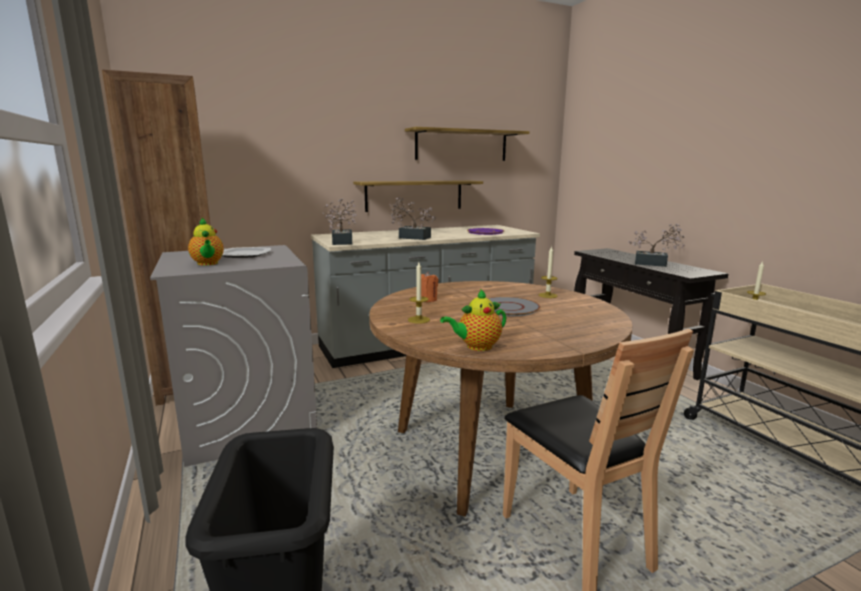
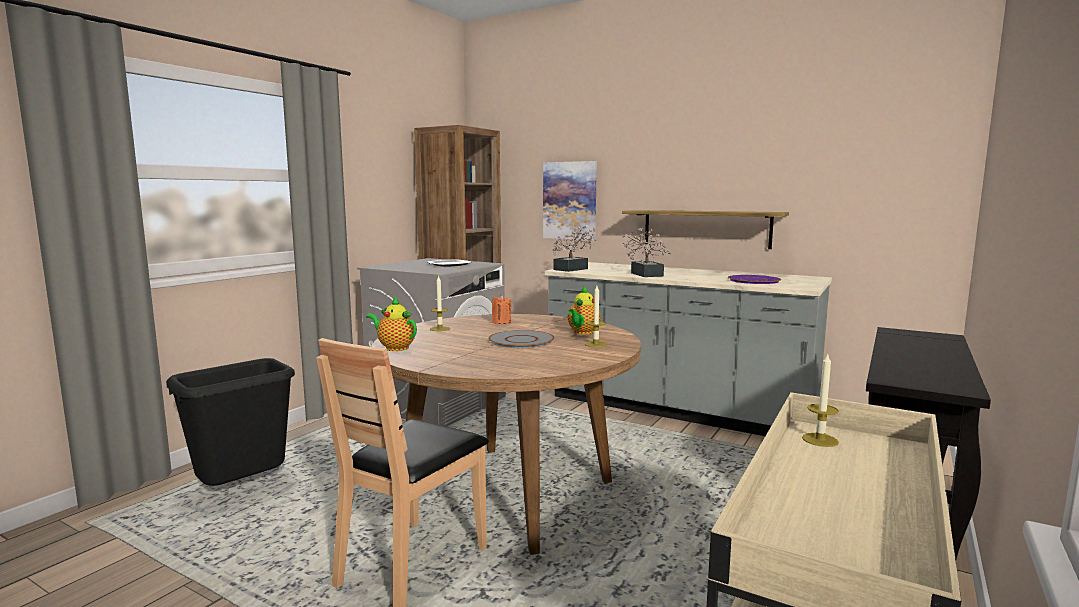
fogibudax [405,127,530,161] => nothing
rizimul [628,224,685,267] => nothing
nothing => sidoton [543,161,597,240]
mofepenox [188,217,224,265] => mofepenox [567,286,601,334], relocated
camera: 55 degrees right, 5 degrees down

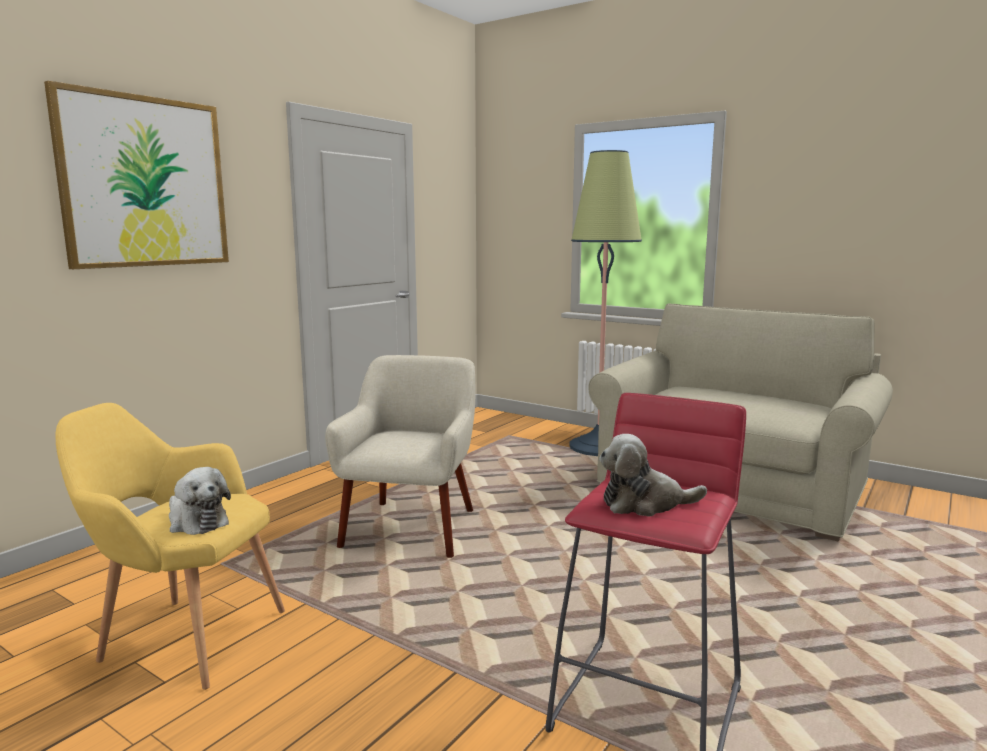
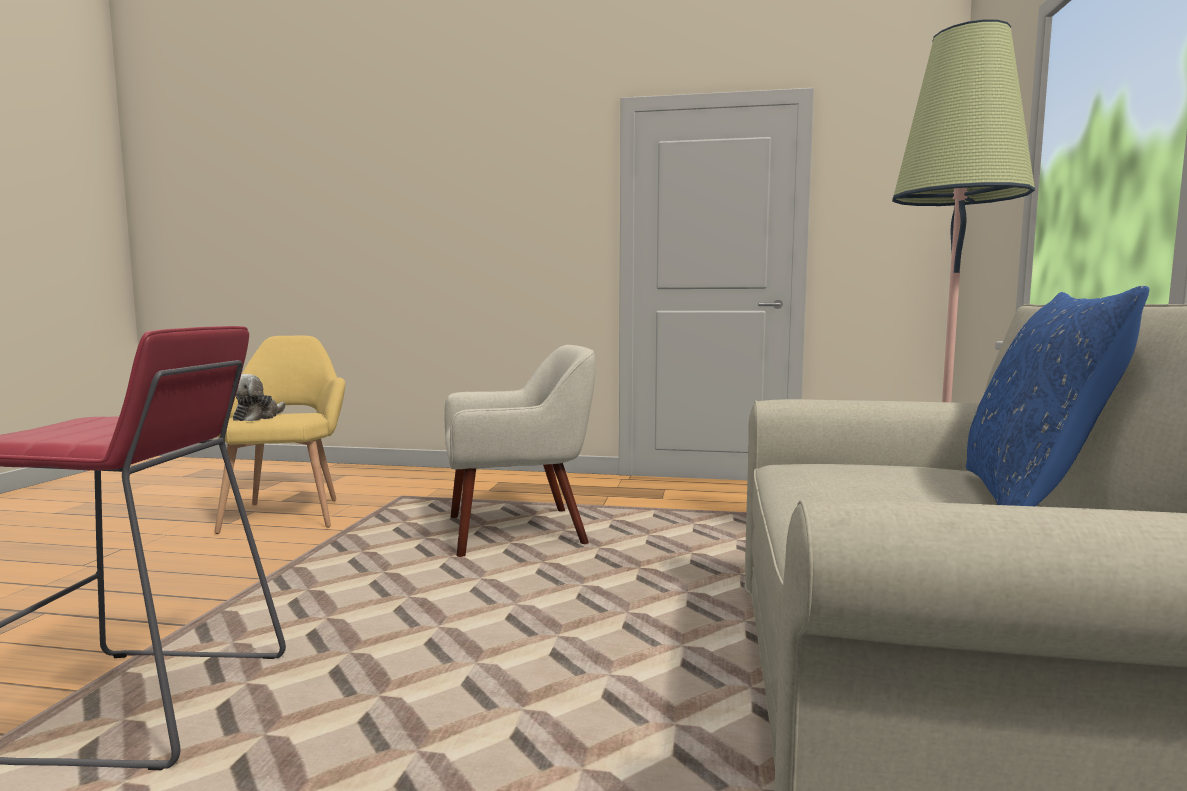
sidoton [44,81,229,269] => nothing
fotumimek [599,434,707,517] => nothing
nothing => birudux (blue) [966,286,1149,506]
camera: 65 degrees right, 5 degrees down

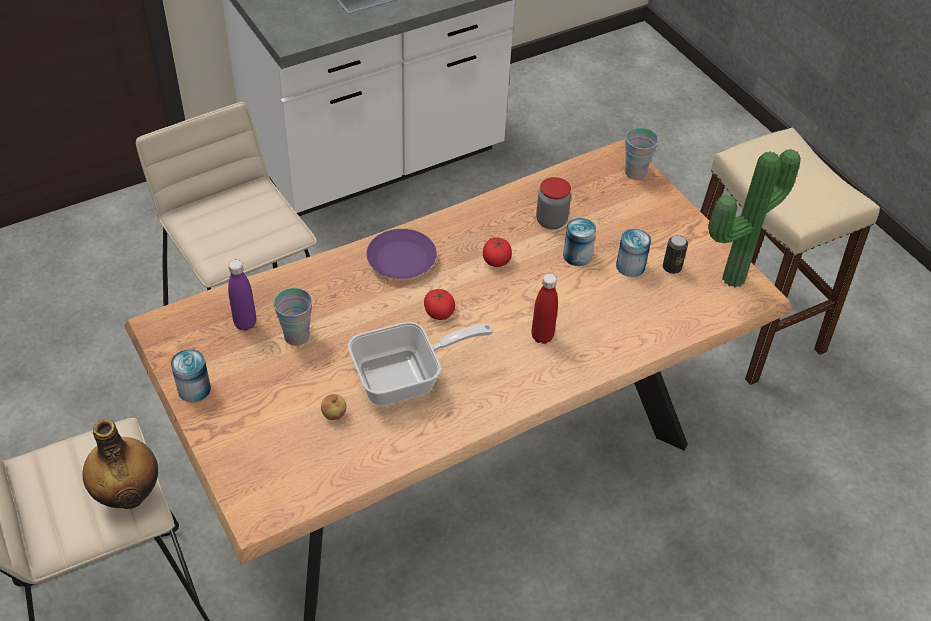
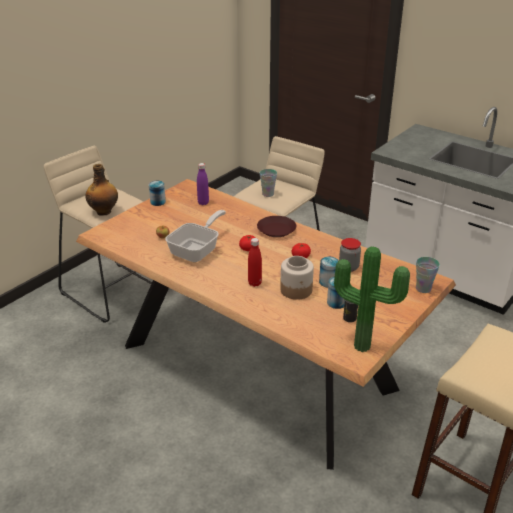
nothing => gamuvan [280,256,314,300]
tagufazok [274,288,312,346] => tagufazok [260,169,277,197], relocated
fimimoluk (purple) [366,229,437,279] => fimimoluk (brown) [257,216,296,237]
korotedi [348,322,493,406] => korotedi [165,210,226,262], 105 degrees counterclockwise
camera: 70 degrees right, 15 degrees down

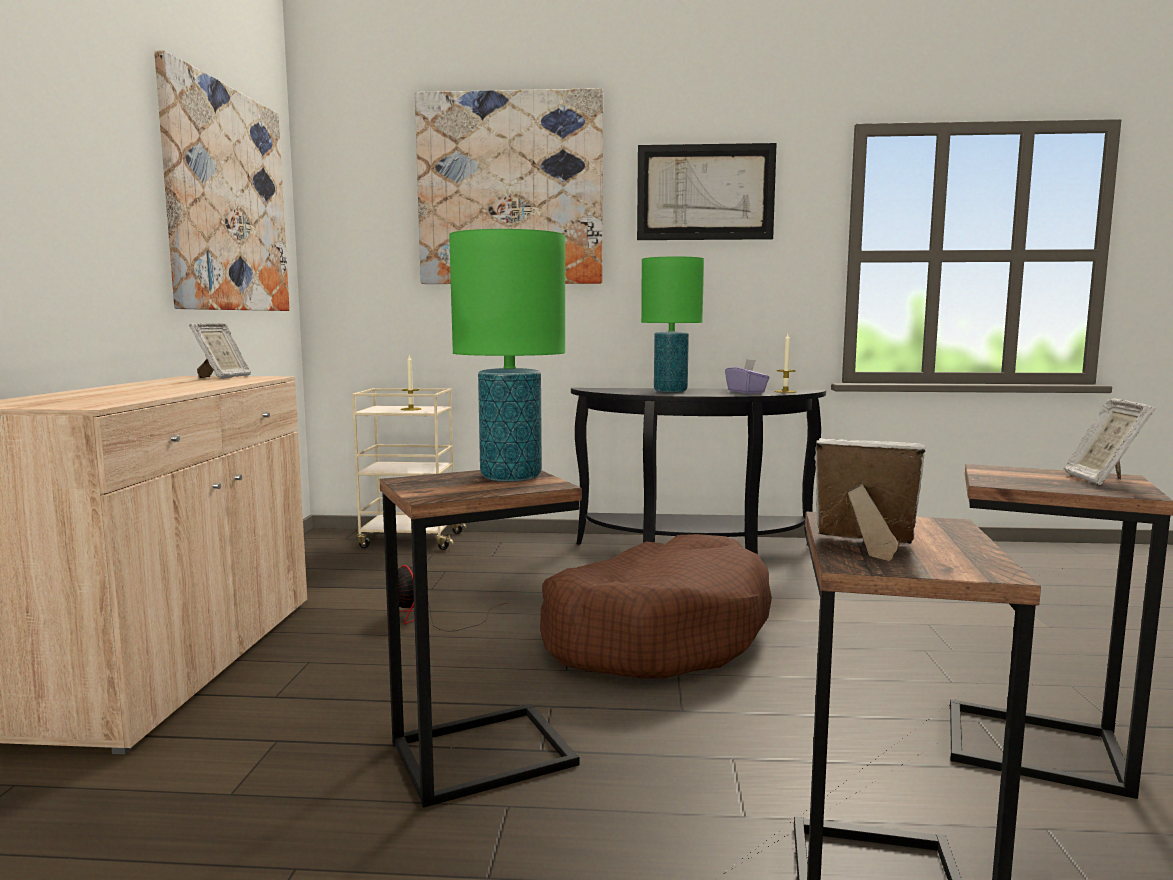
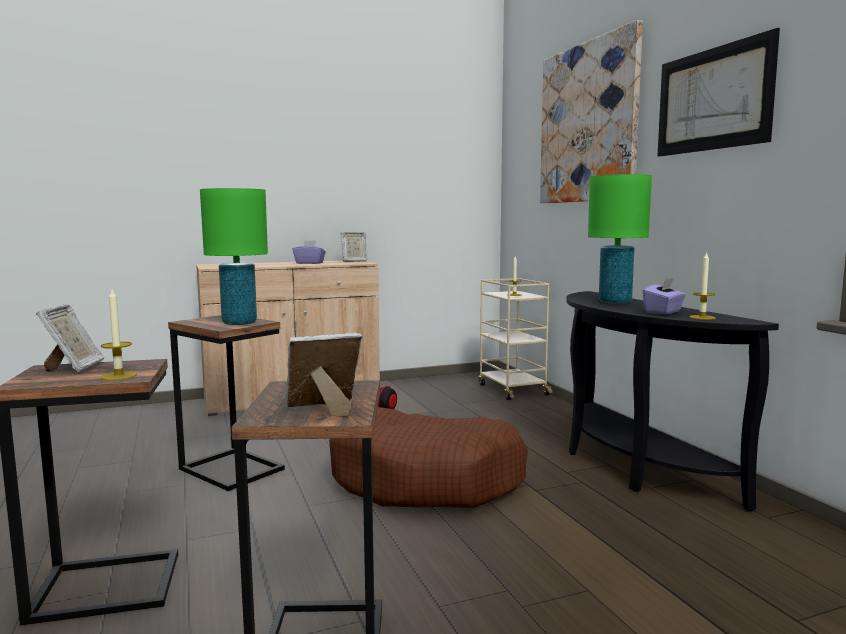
sidoton [154,50,290,311] => nothing
nothing => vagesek [101,289,137,380]
nothing => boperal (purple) [292,240,326,264]
camera: 65 degrees right, 0 degrees up

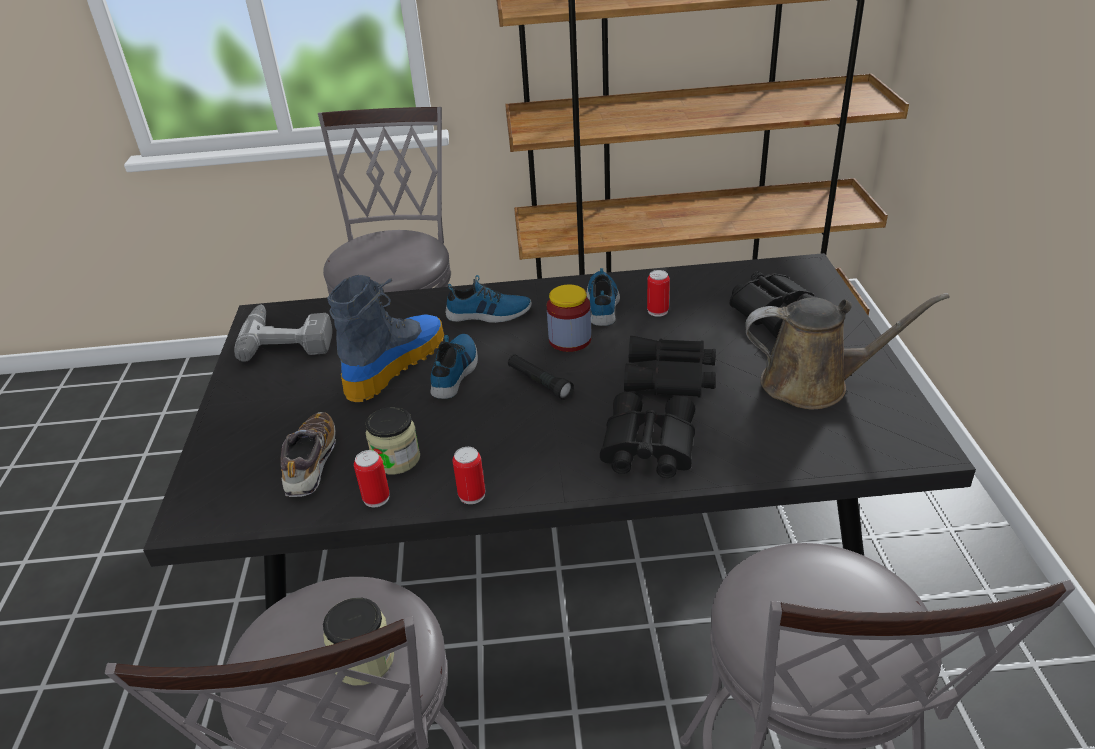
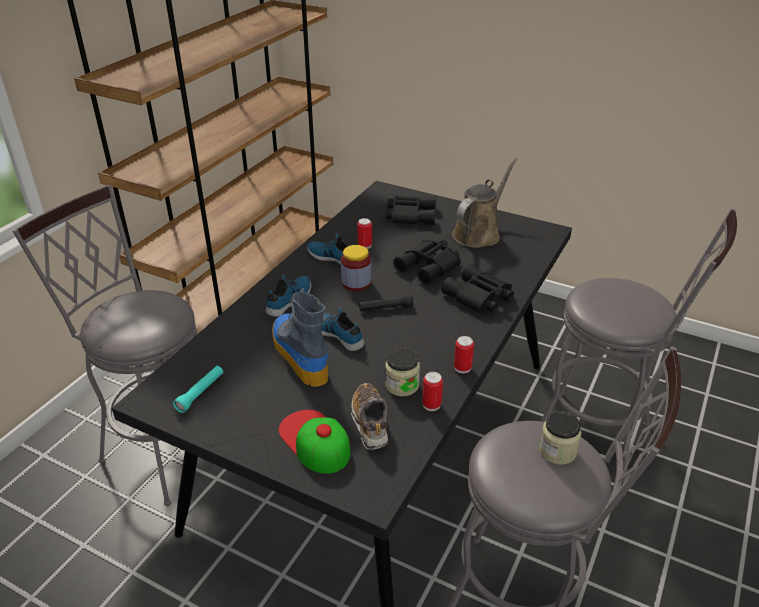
nothing => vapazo [279,410,350,474]
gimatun [234,305,332,362] => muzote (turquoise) [173,366,223,413]
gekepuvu [280,412,336,497] => gekepuvu [351,383,388,450], 45 degrees clockwise
camera: 60 degrees left, 0 degrees up

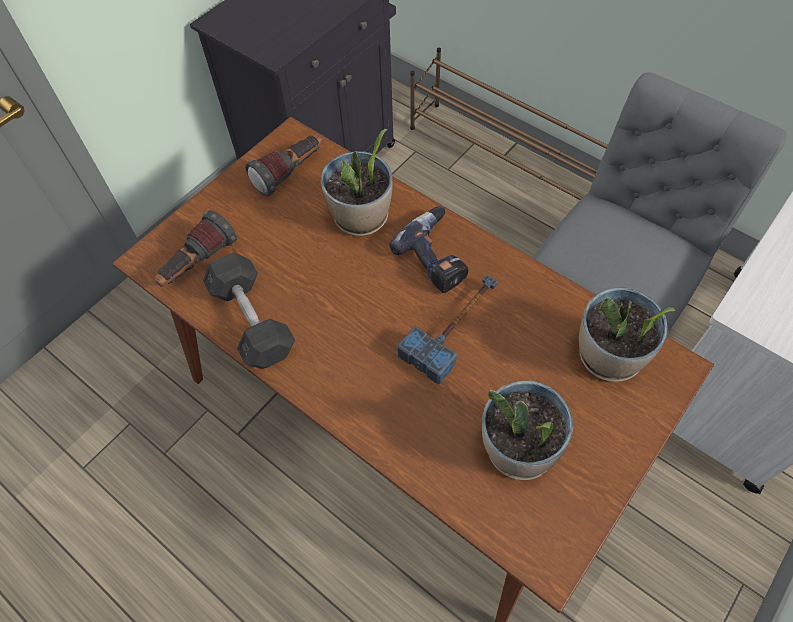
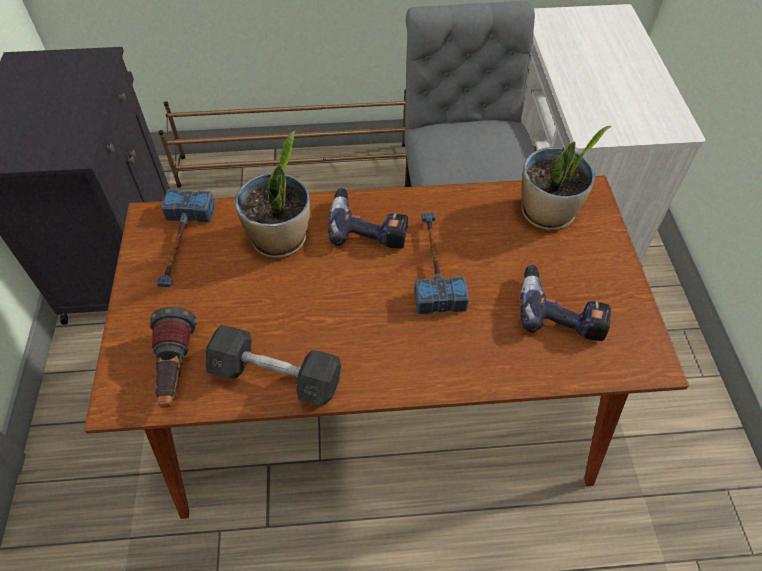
muzote [245,135,323,197] => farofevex [156,190,215,287]
rizimul [482,380,573,480] => gimatun [520,265,611,341]
camera: 45 degrees left, 5 degrees down

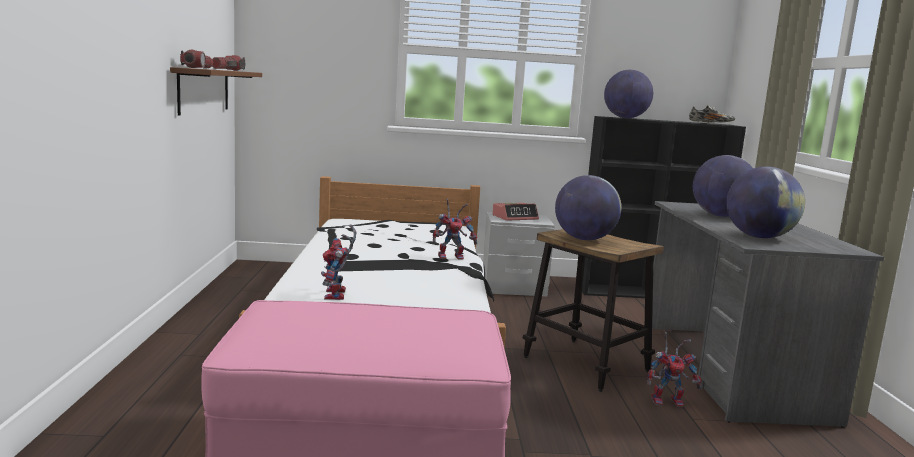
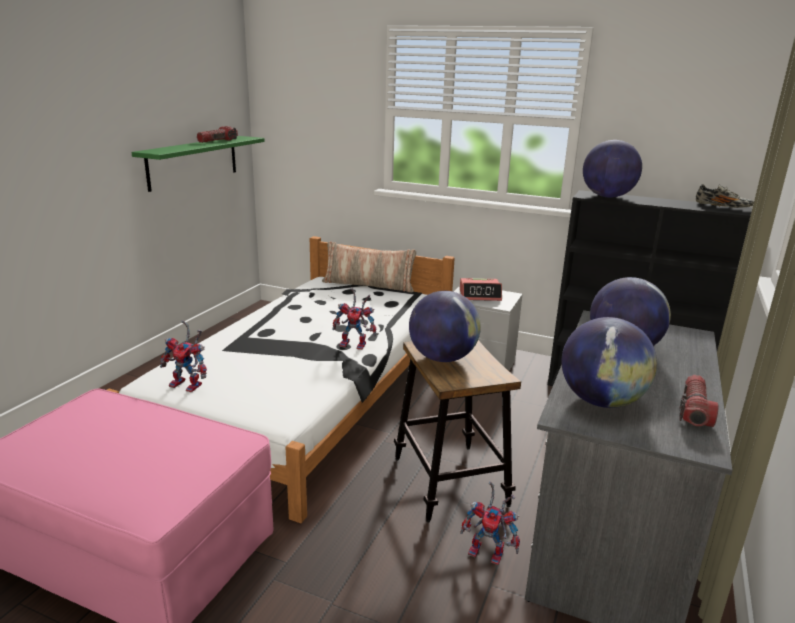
nothing => birudux [322,241,416,292]
muzote [180,50,213,68] => muzote [679,375,719,427], relocated
fogibudax (brown) [170,67,262,116] => fogibudax (green) [131,136,265,192]
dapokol [321,224,356,300] => dapokol [160,320,207,392], 90 degrees counterclockwise
camera: 25 degrees right, 10 degrees up

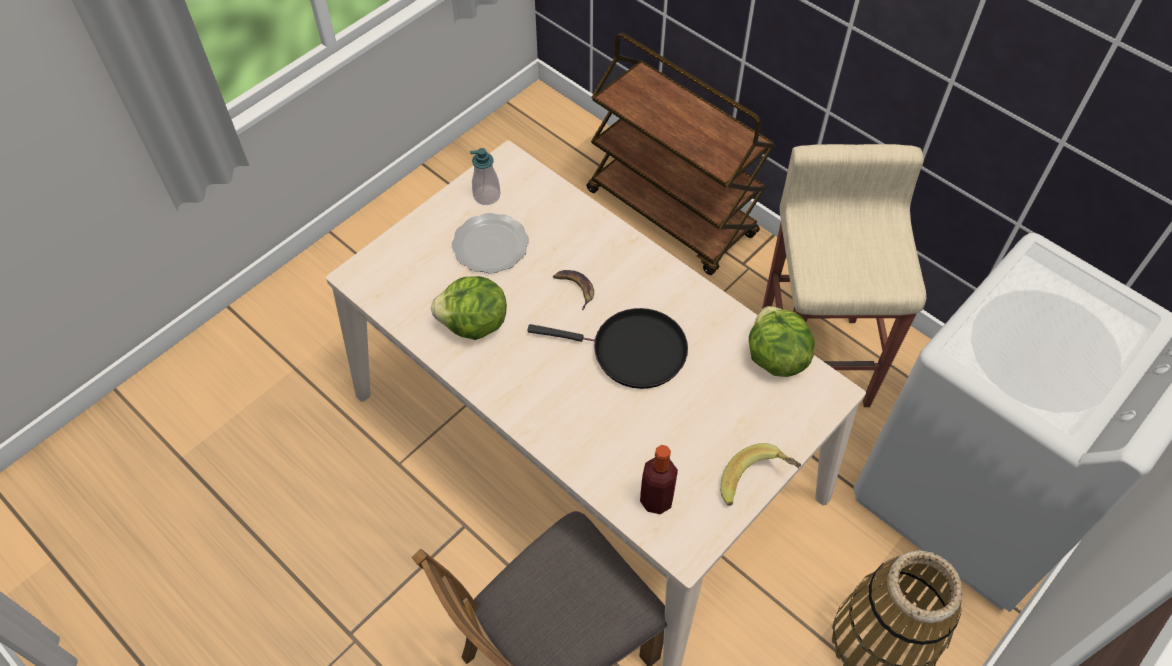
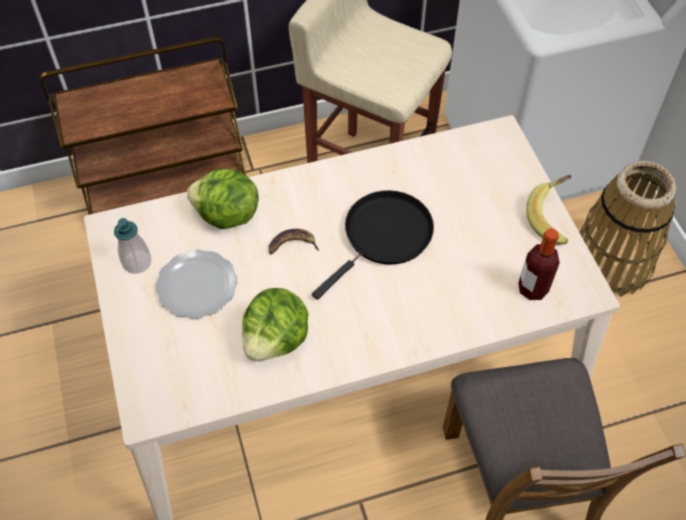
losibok [749,306,815,377] => losibok [187,168,259,229], relocated
camera: 60 degrees left, 0 degrees up

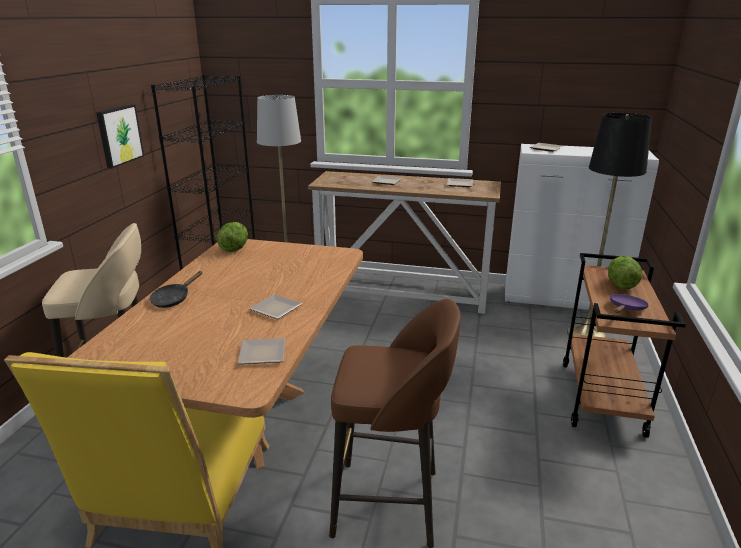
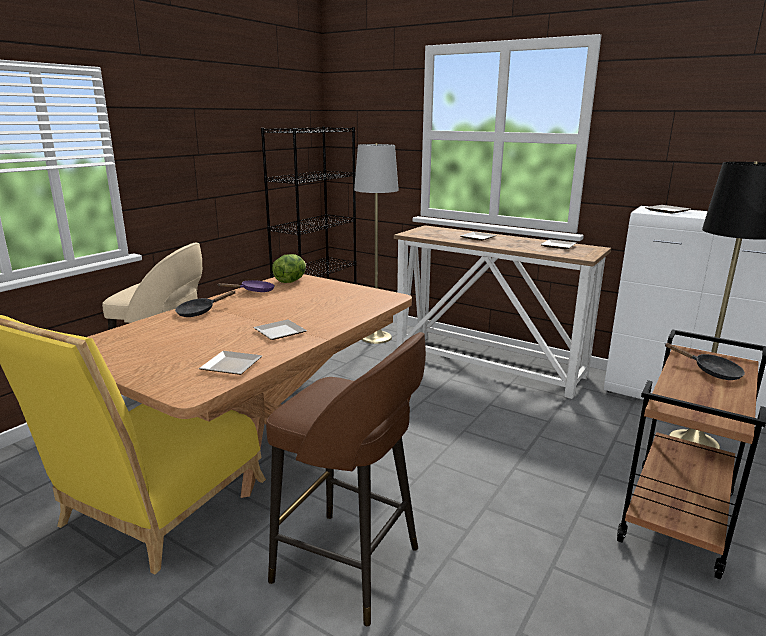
sidoton [96,104,144,169] => nothing
korotedi (purple) [610,294,649,313] => korotedi (purple) [218,280,275,292], relocated
losibok [608,256,643,289] => korotedi (black) [664,343,745,380]
camera: 20 degrees right, 5 degrees down

